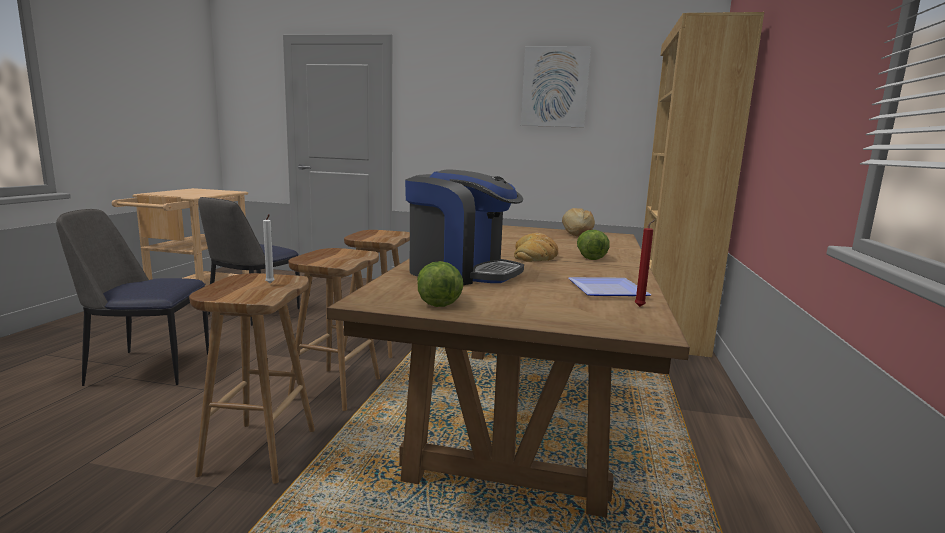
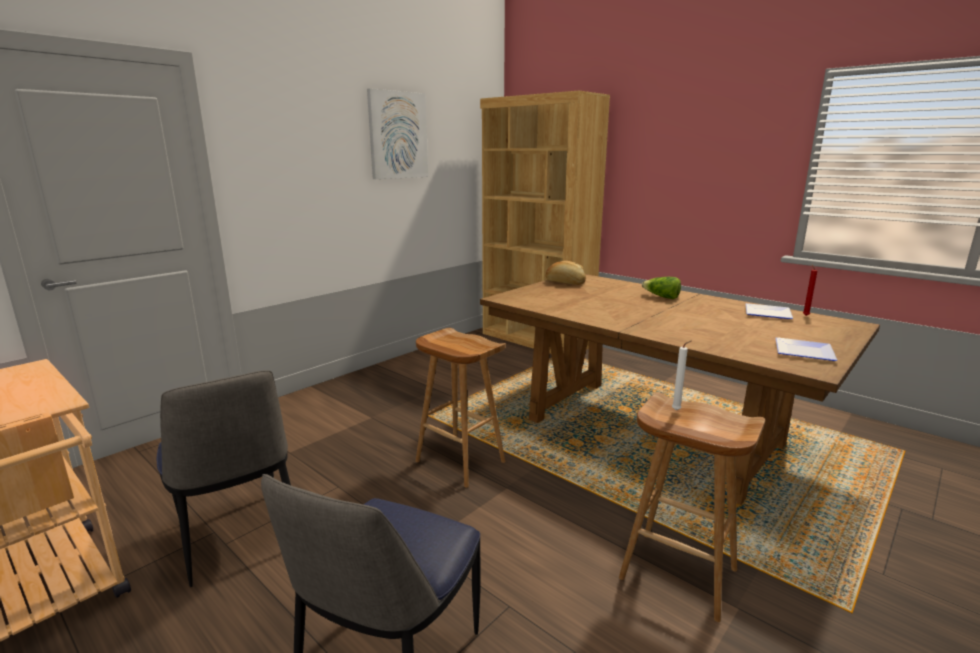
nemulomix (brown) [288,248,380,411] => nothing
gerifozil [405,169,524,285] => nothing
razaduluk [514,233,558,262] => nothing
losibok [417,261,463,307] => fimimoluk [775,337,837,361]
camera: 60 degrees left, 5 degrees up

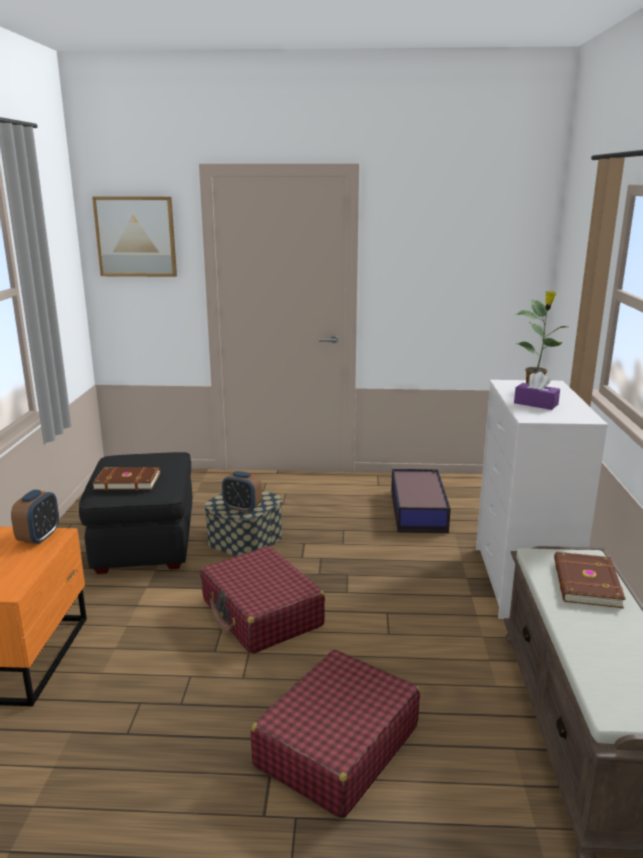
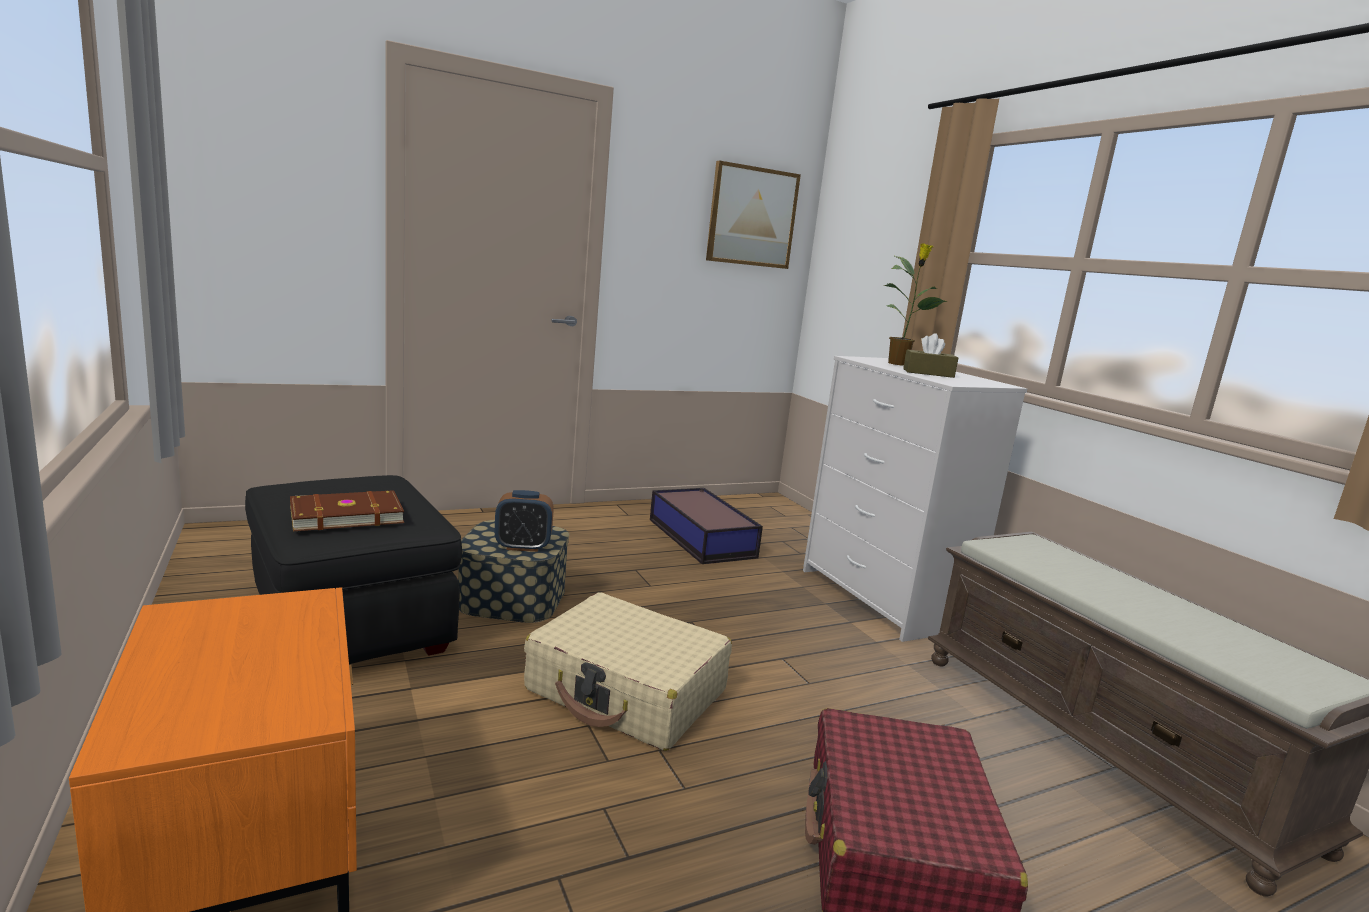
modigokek [11,490,59,545] => nothing
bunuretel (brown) [554,552,626,608] => nothing
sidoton [92,197,177,277] => sidoton [706,161,801,269], relocated
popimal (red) [200,546,325,654] => popimal (beige) [524,592,732,751]
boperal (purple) [514,372,560,410] => boperal (brown) [903,333,958,378]
camera: 30 degrees left, 5 degrees down

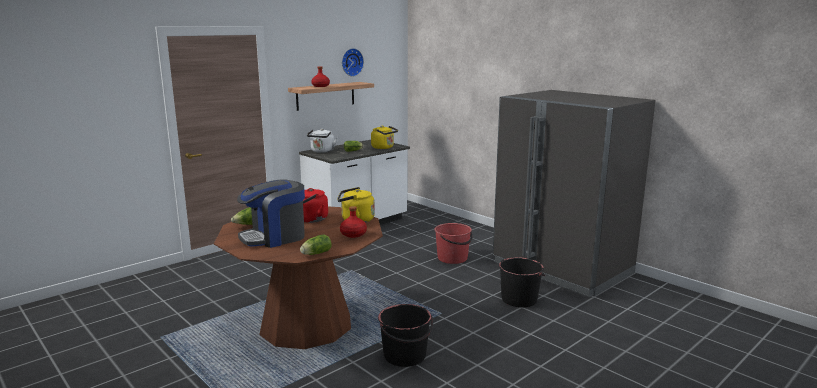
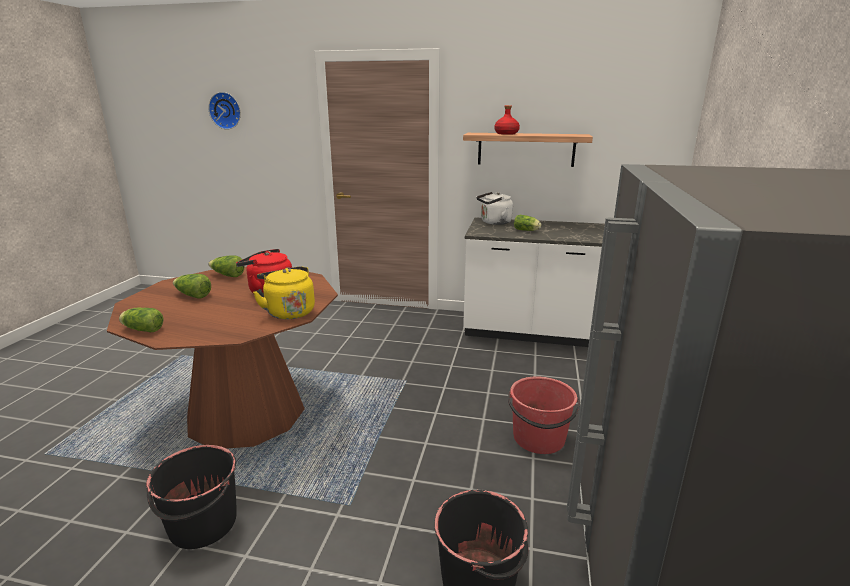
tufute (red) [340,206,367,238] => nothing
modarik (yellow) [371,126,398,149] => nothing
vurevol [342,48,364,77] => vurevol [208,92,241,130], relocated
gerifozil [237,179,305,248] => losibok [173,274,211,298]
camera: 55 degrees right, 5 degrees up

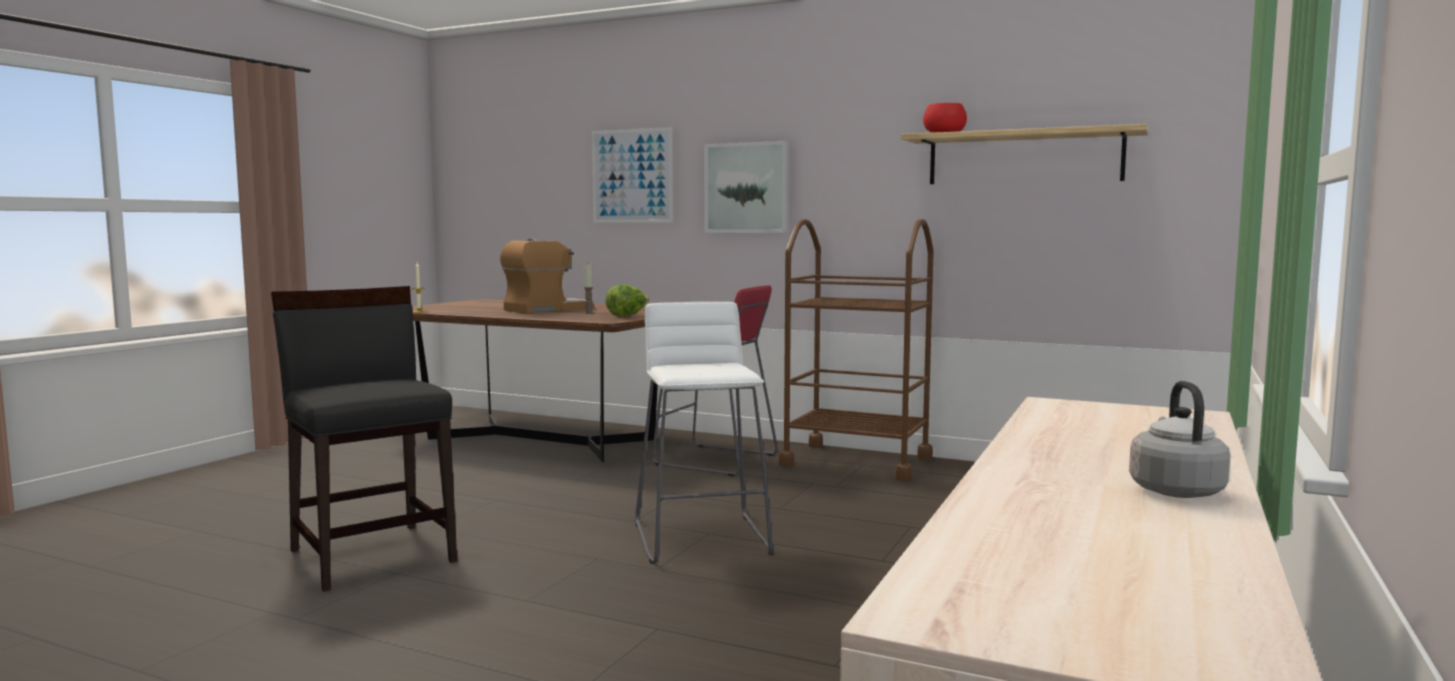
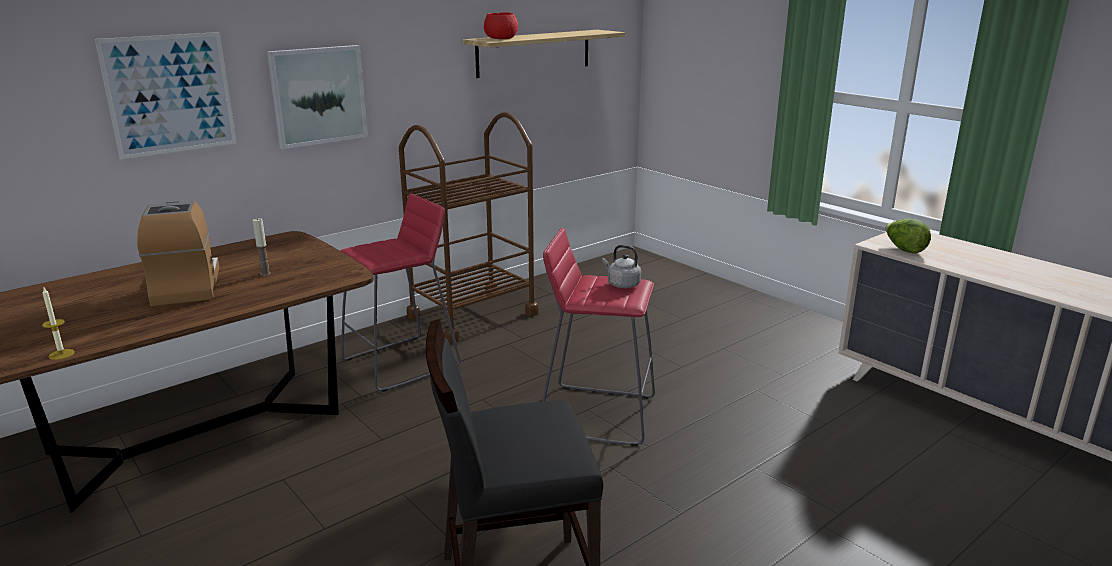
losibok [605,284,649,317] => losibok [885,219,931,254], relocated
modarik (grey) [1129,381,1230,498] => modarik (grey) [602,245,641,288], relocated
nemulomix (white) [635,302,773,564] => nemulomix (red) [542,228,655,446]
camera: 65 degrees left, 15 degrees up

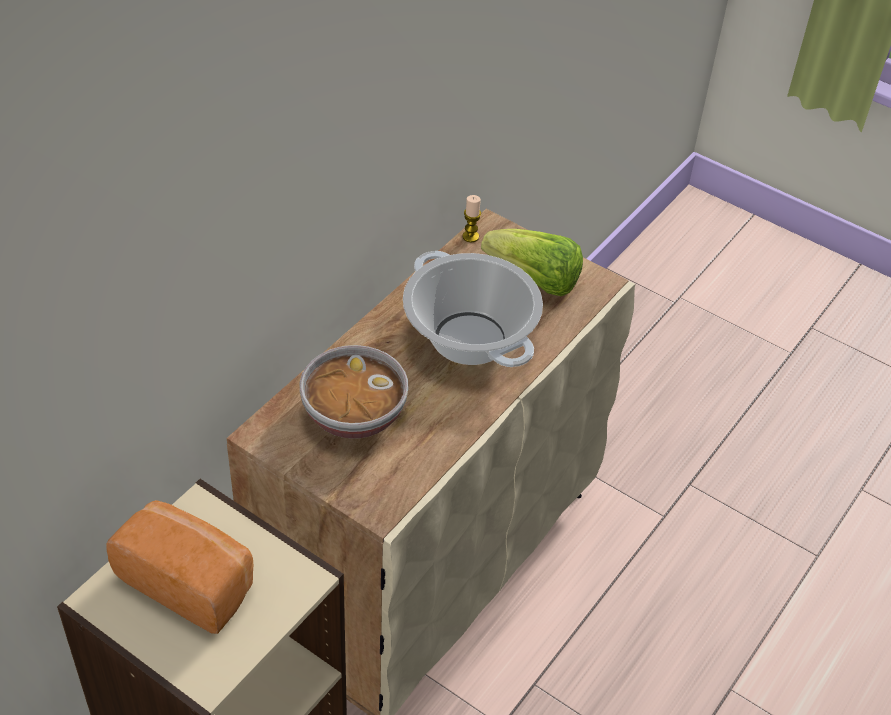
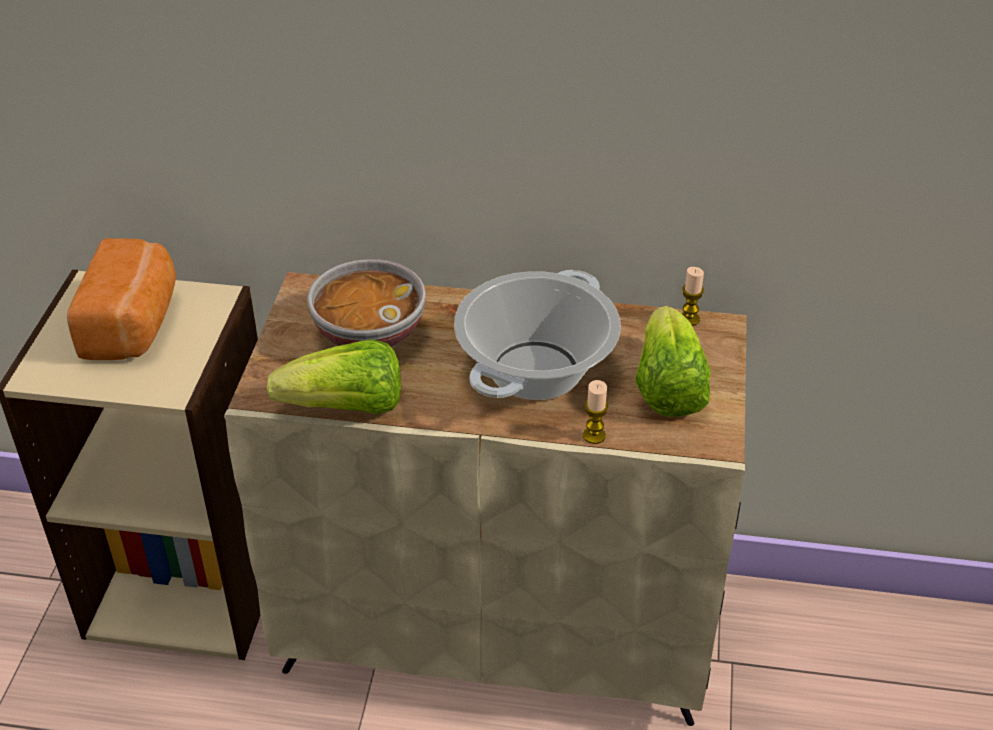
nothing => losibok [267,339,401,414]
nothing => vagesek [583,380,608,444]
camera: 65 degrees right, 5 degrees down

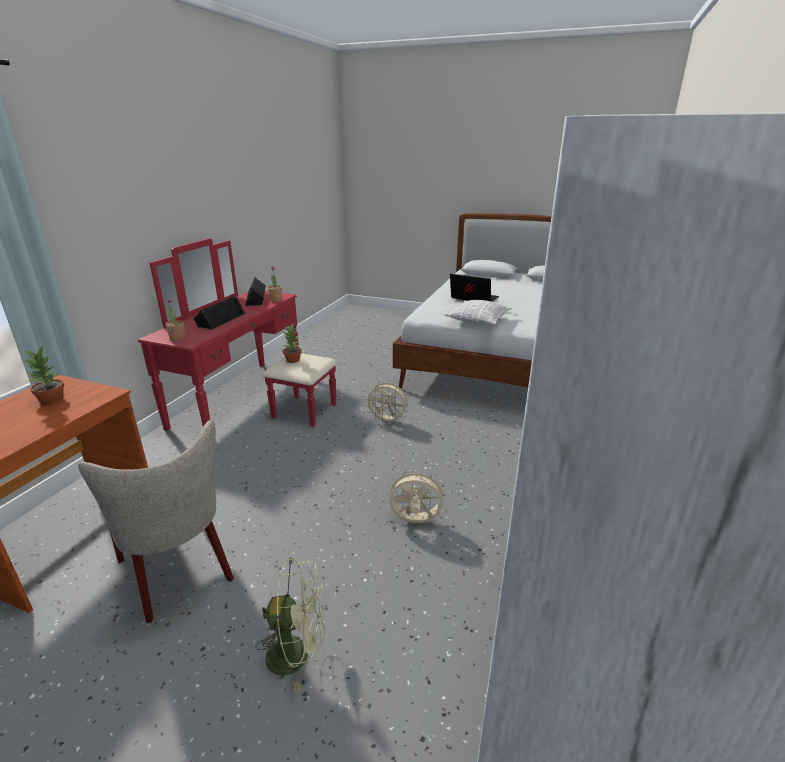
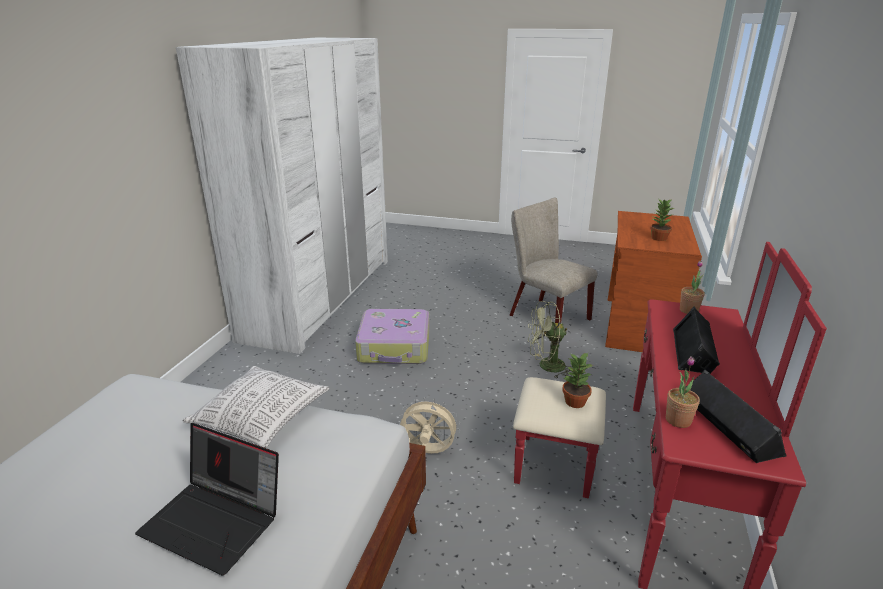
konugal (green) [256,557,326,692] => konugal (green) [527,301,572,378], relocated
konugal (beige) [387,468,447,523] => popimal [355,309,429,364]
camera: 175 degrees right, 0 degrees up

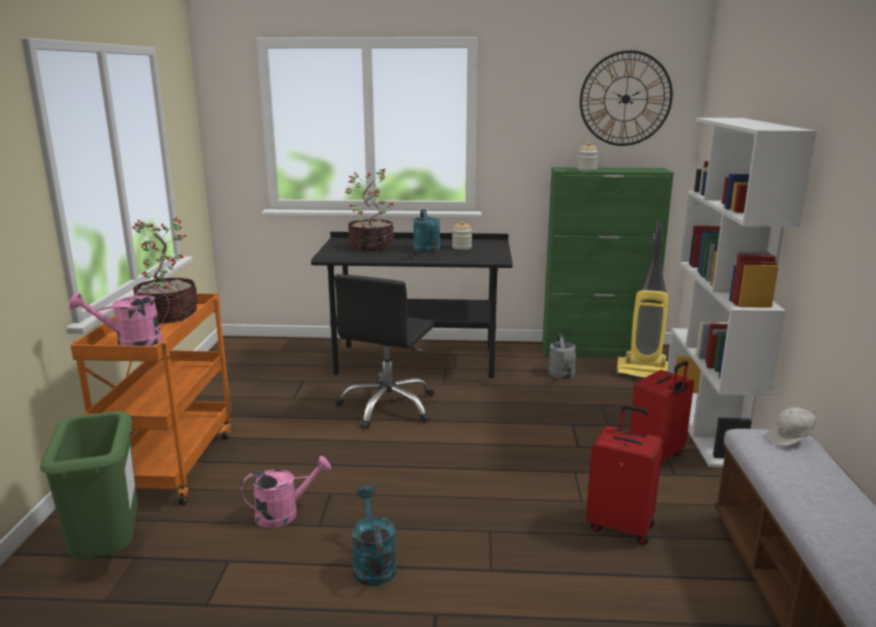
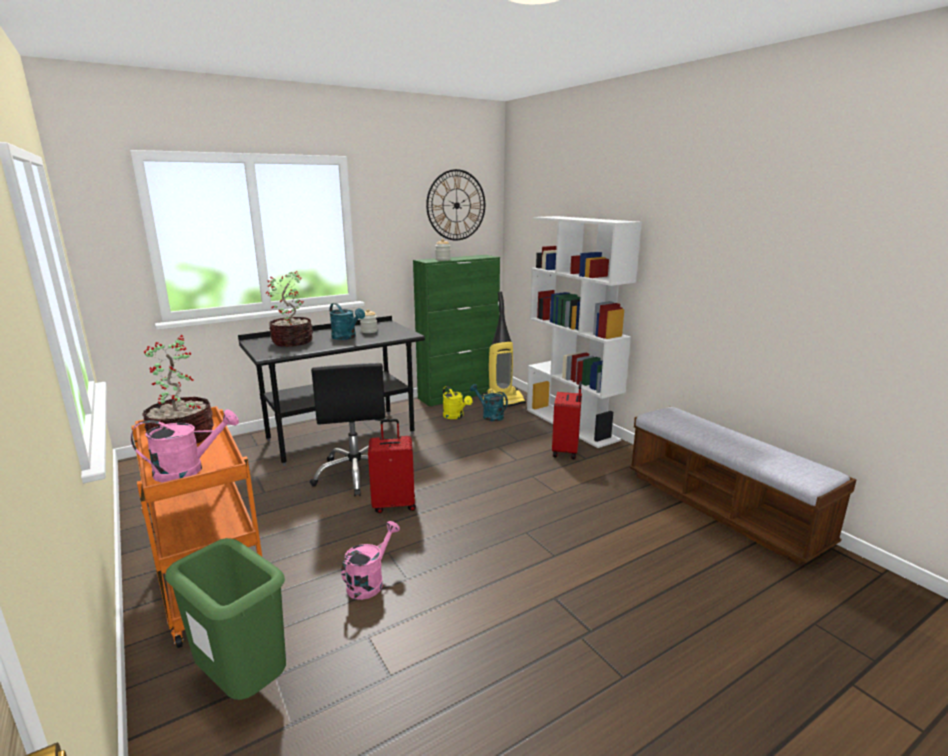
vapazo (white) [766,407,816,446] => nothing
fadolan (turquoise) [352,486,397,586] => fadolan (turquoise) [470,384,508,421], relocated
popimal (red) [586,405,663,545] => popimal (red) [368,419,416,513], relocated
fadolan (grey) [548,334,576,379] => fadolan (yellow) [443,386,473,419]
fadolan (pink) [69,287,169,346] => fadolan (pink) [131,409,239,483], 150 degrees counterclockwise
camera: 35 degrees left, 0 degrees up

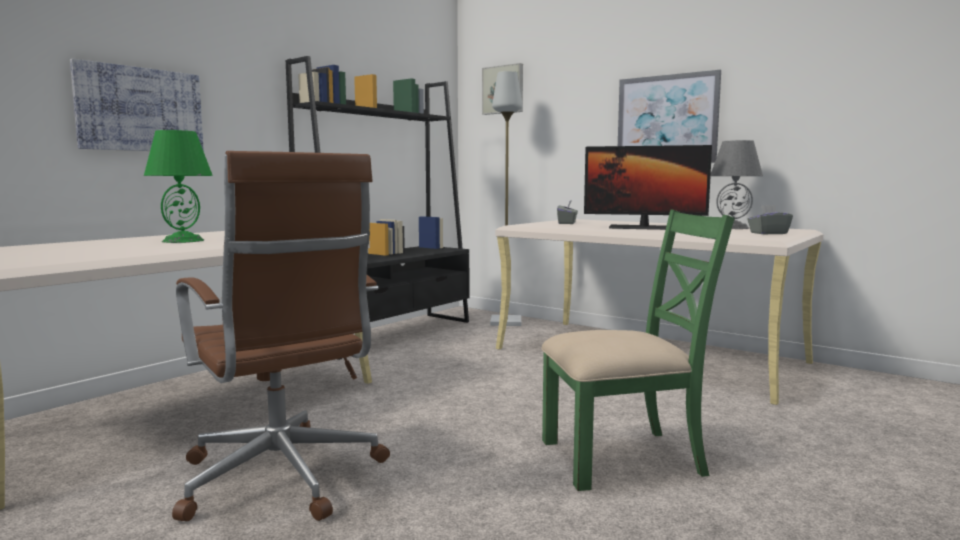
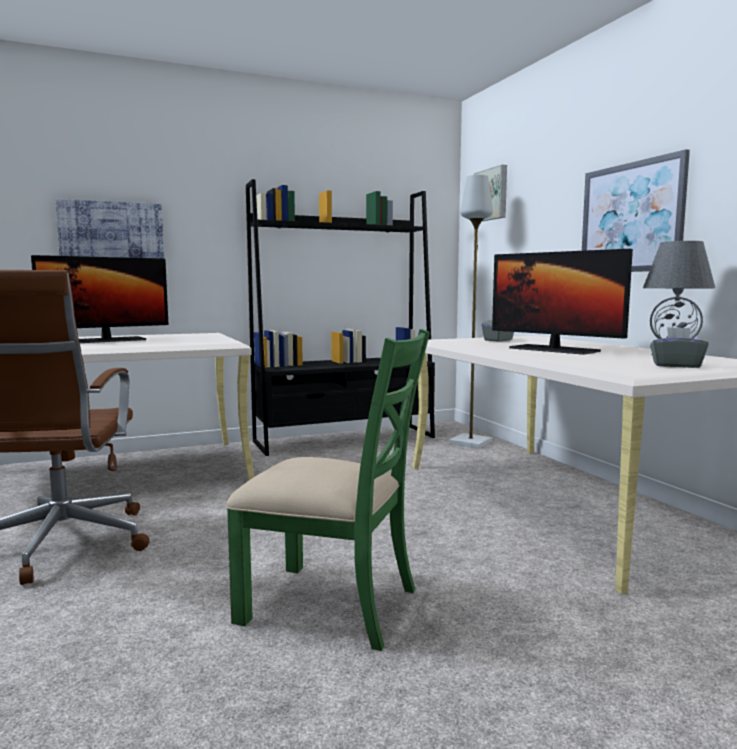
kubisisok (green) [144,130,213,243] => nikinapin [31,255,168,343]
camera: 30 degrees right, 0 degrees up

